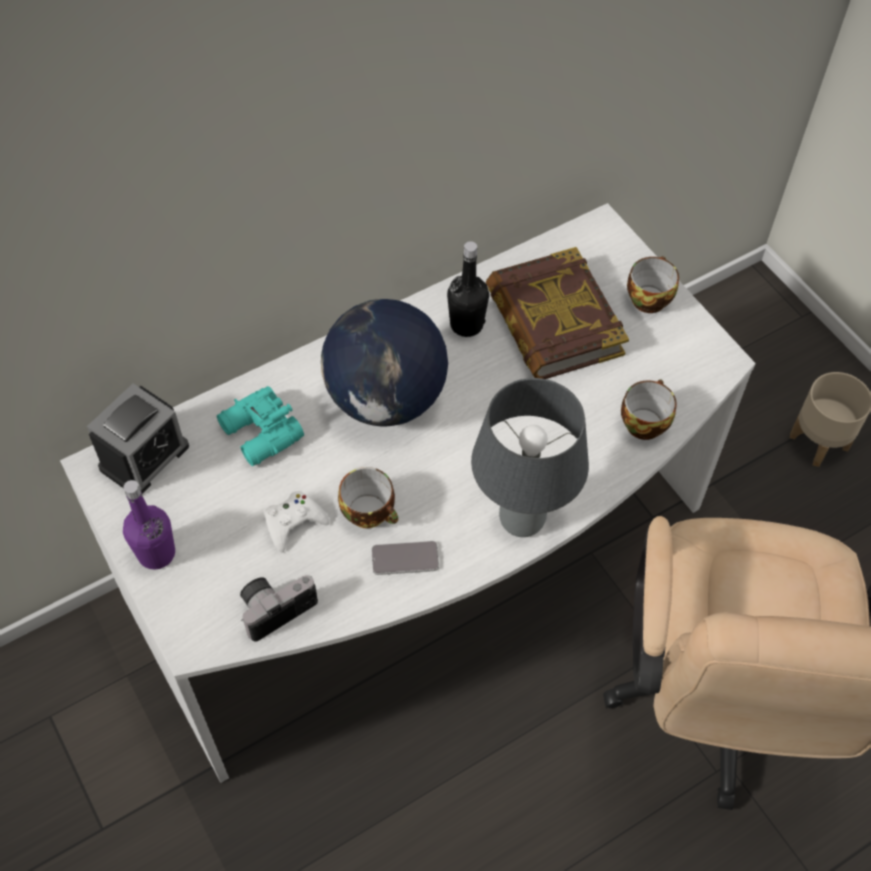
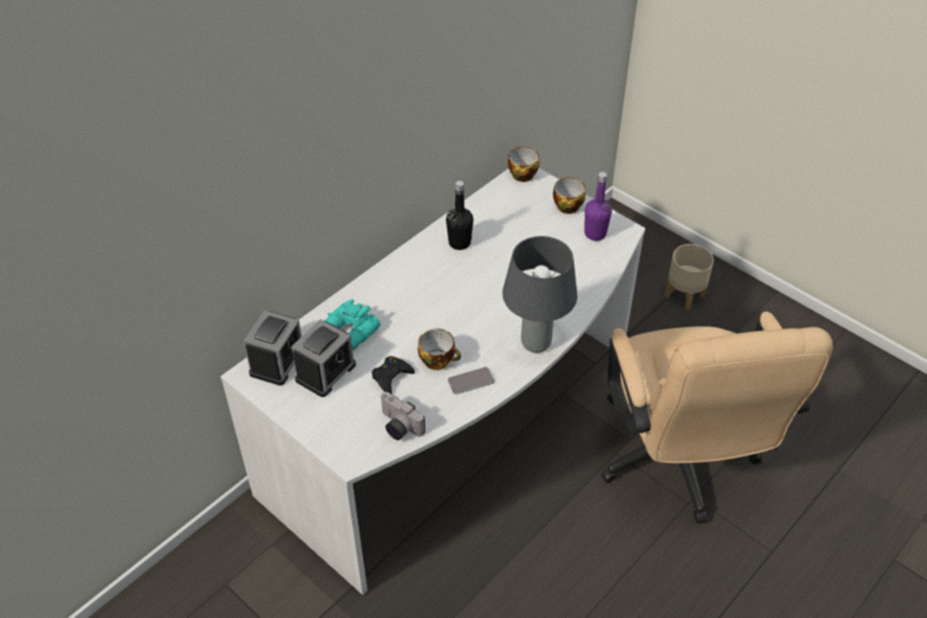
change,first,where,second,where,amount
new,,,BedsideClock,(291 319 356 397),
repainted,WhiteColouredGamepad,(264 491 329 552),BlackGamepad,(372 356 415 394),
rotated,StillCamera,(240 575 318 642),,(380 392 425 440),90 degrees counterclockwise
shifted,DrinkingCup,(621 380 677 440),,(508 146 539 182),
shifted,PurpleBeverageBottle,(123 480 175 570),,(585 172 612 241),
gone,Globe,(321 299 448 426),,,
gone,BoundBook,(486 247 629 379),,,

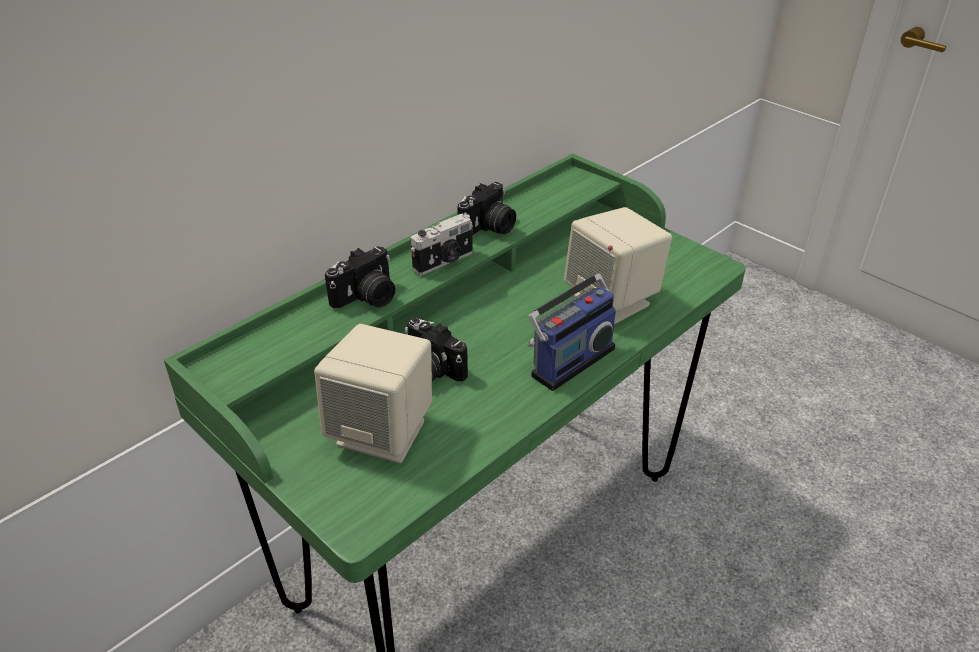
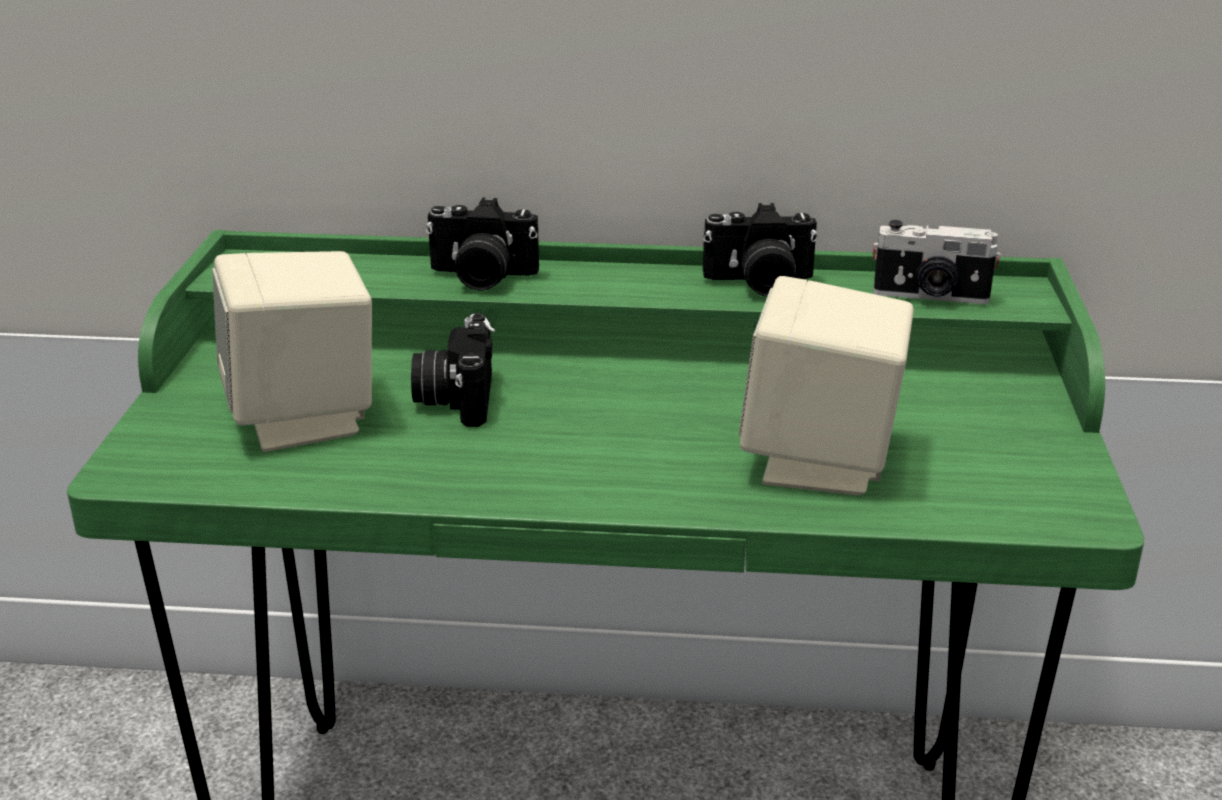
change,first,where,second,where,amount
shifted,StillCamera,(411 214 473 275),,(873 220 1001 304),
gone,Radio,(528 245 616 391),,,

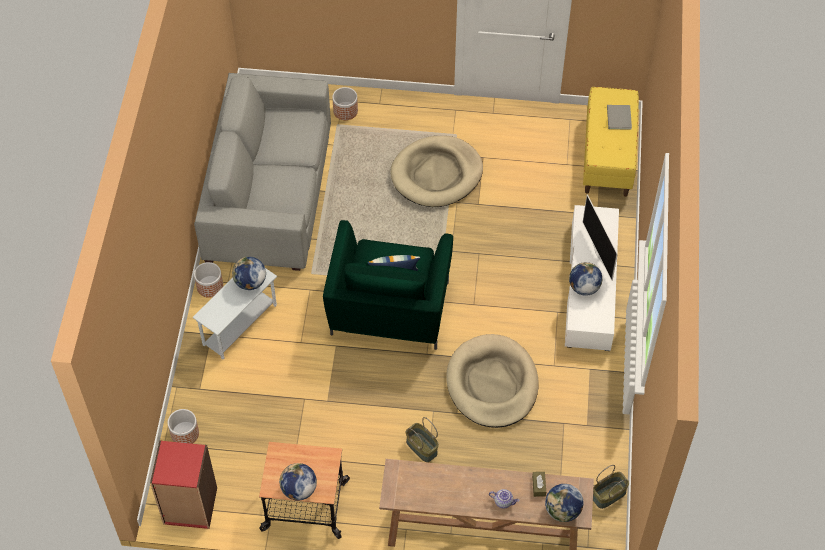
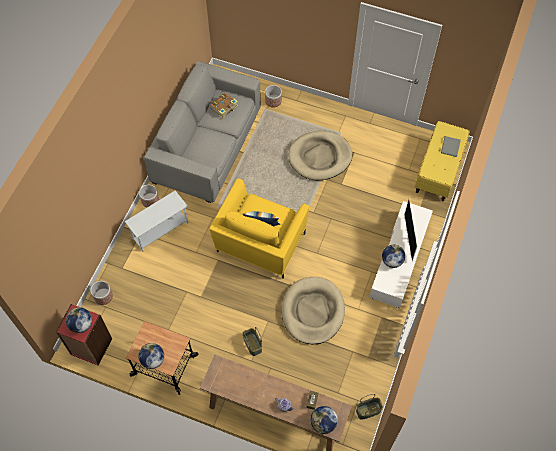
change,first,where,second,where,amount
shifted,Globe,(232 257 266 290),,(66 307 92 333),
new,,,BoundBook,(210 93 238 119),
repainted,GreenArmchair,(323 220 453 350),YellowishArmchair,(210 178 309 279),

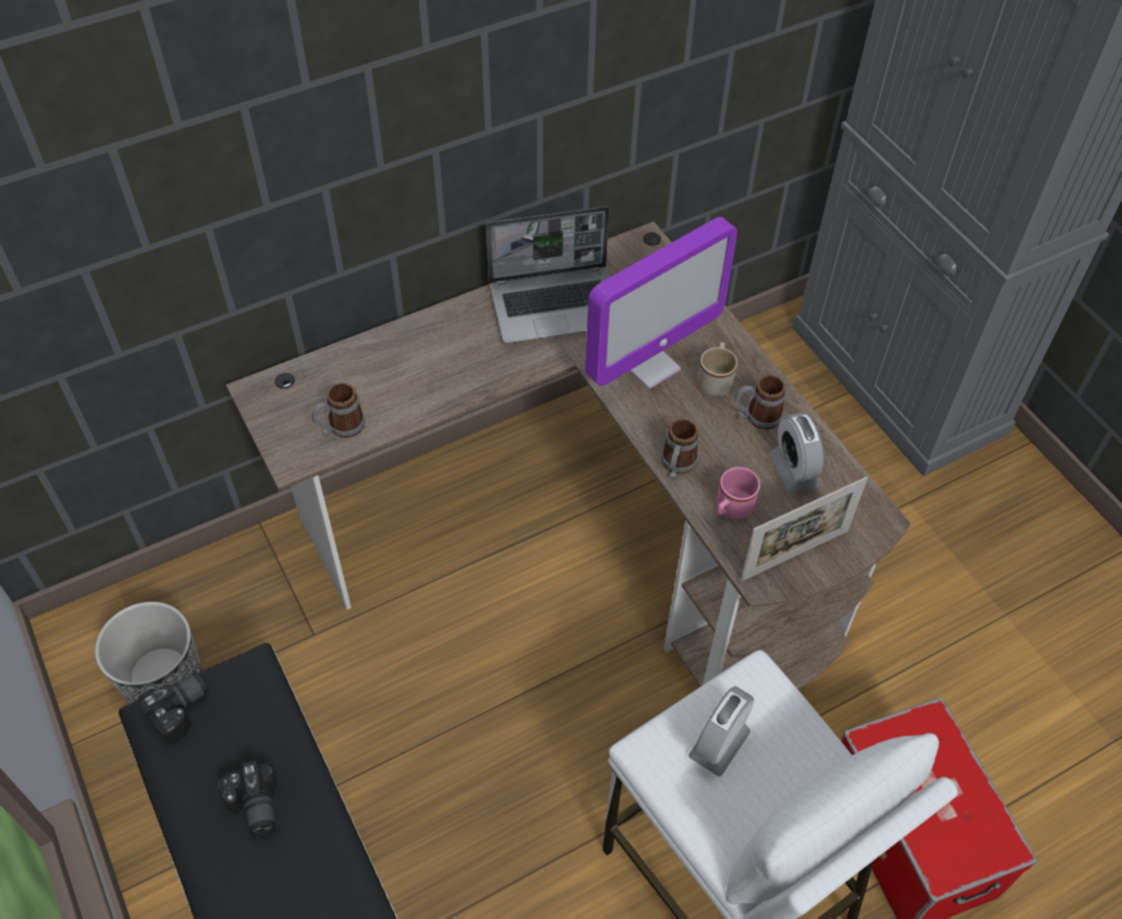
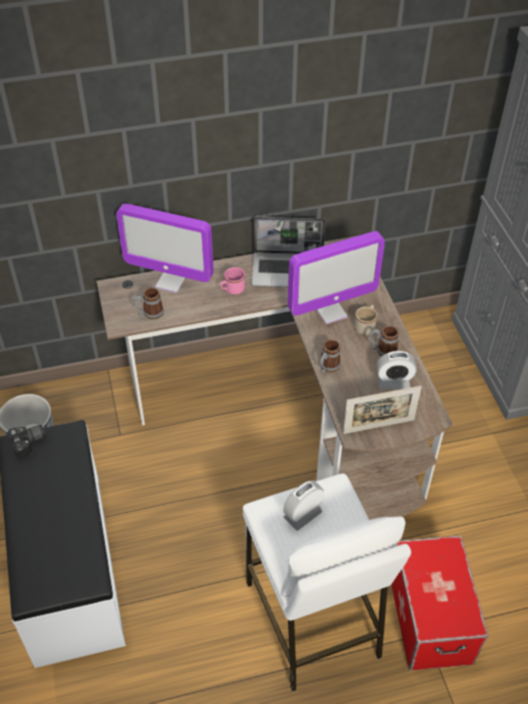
change,first,where,second,where,amount
new,,,Monitor,(116 203 214 293),
shifted,PinkMug,(717 467 760 519),,(220 267 245 295),
rotated,BedsideClock,(770 412 824 494),,(376 351 417 390),90 degrees counterclockwise
gone,StillCamera,(217 760 278 836),,,

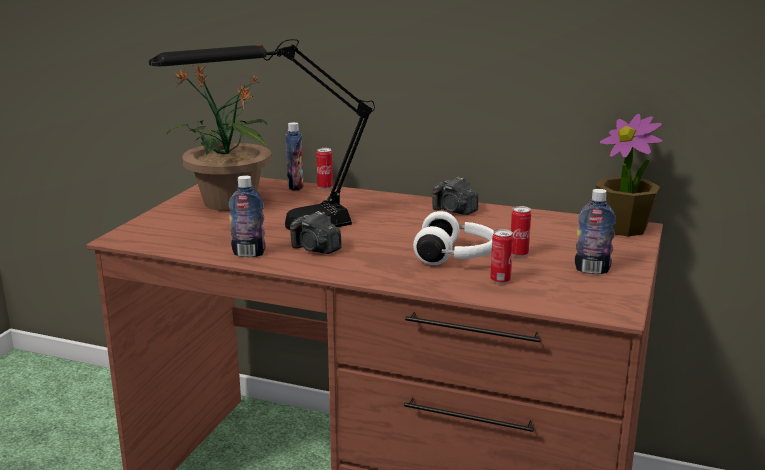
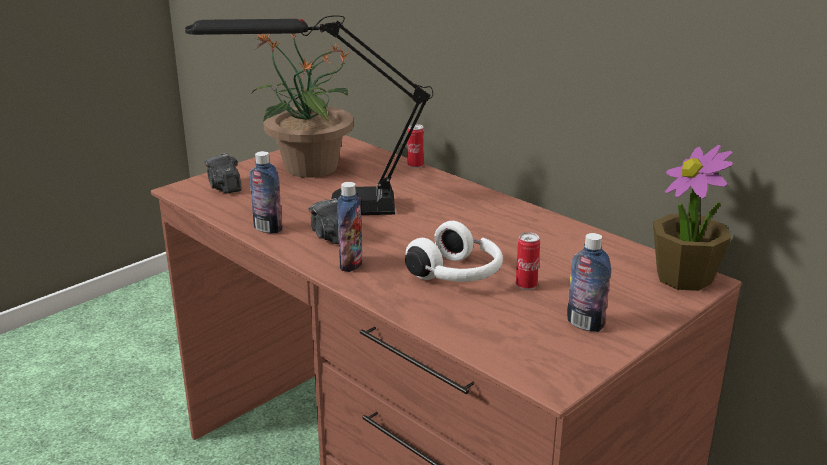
change,first,where,second,where,amount
shifted,StillCamera,(432 177 478 215),,(204 153 242 194),
shifted,BeverageBottle,(286 122 304 191),,(337 182 363 272),
gone,MetalCan,(490 229 513 284),,,

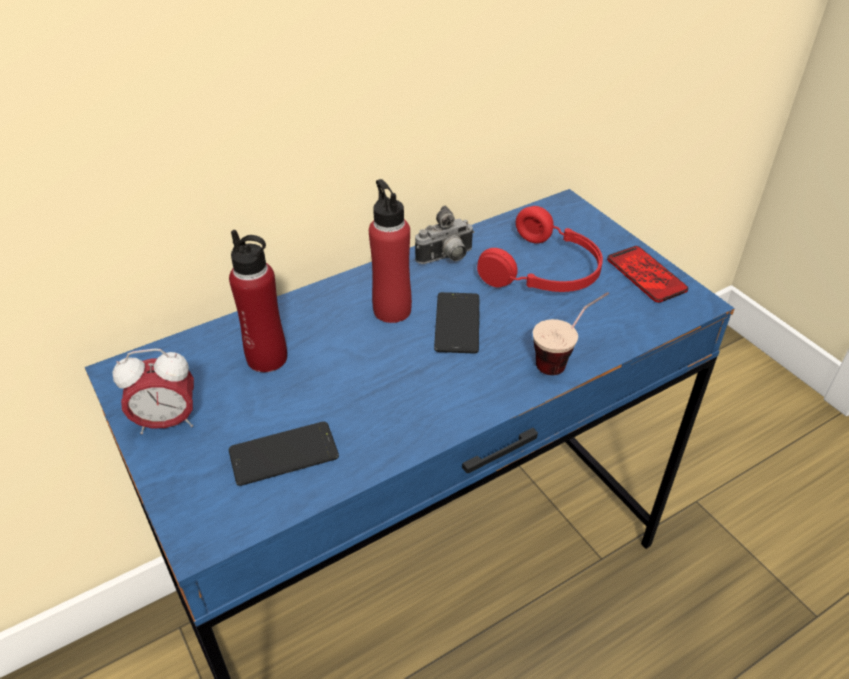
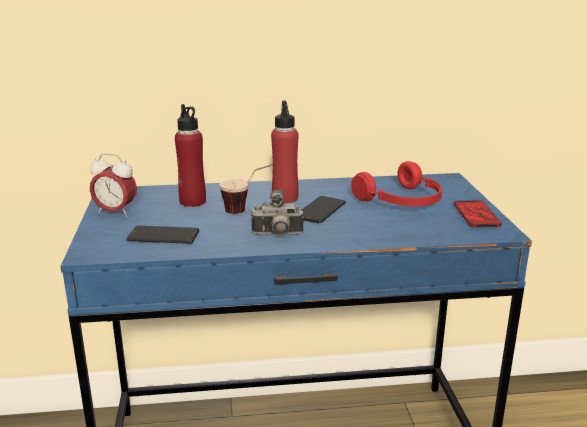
change,first,where,second,where,amount
shifted,DrinkingCup,(533 292 609 375),,(219 164 273 214),
shifted,StillCamera,(415 206 474 264),,(250 190 304 235),

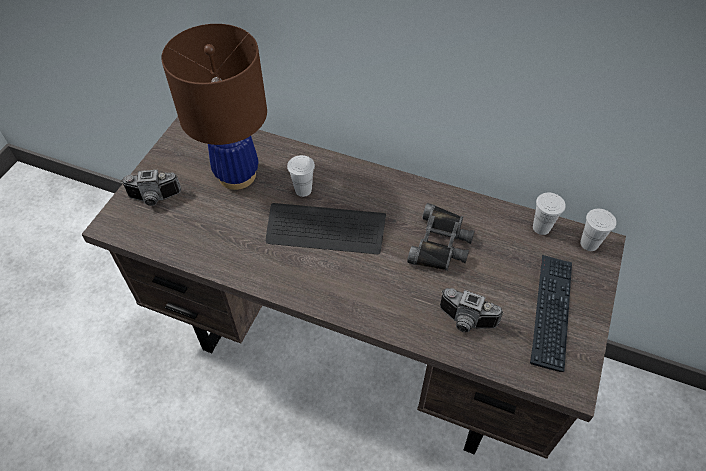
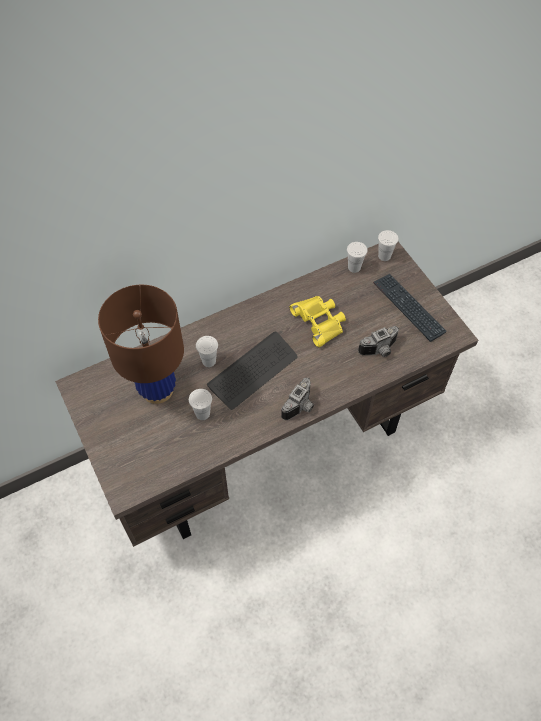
change,first,where,second,where,amount
new,,,WhiteColouredDrinkingCup,(189 389 212 420),
shifted,StillCamera,(121 170 181 206),,(281 378 314 420),
repainted,BlackBinoculars,(407 203 474 271),YellowishBinoculars,(289 296 346 347),

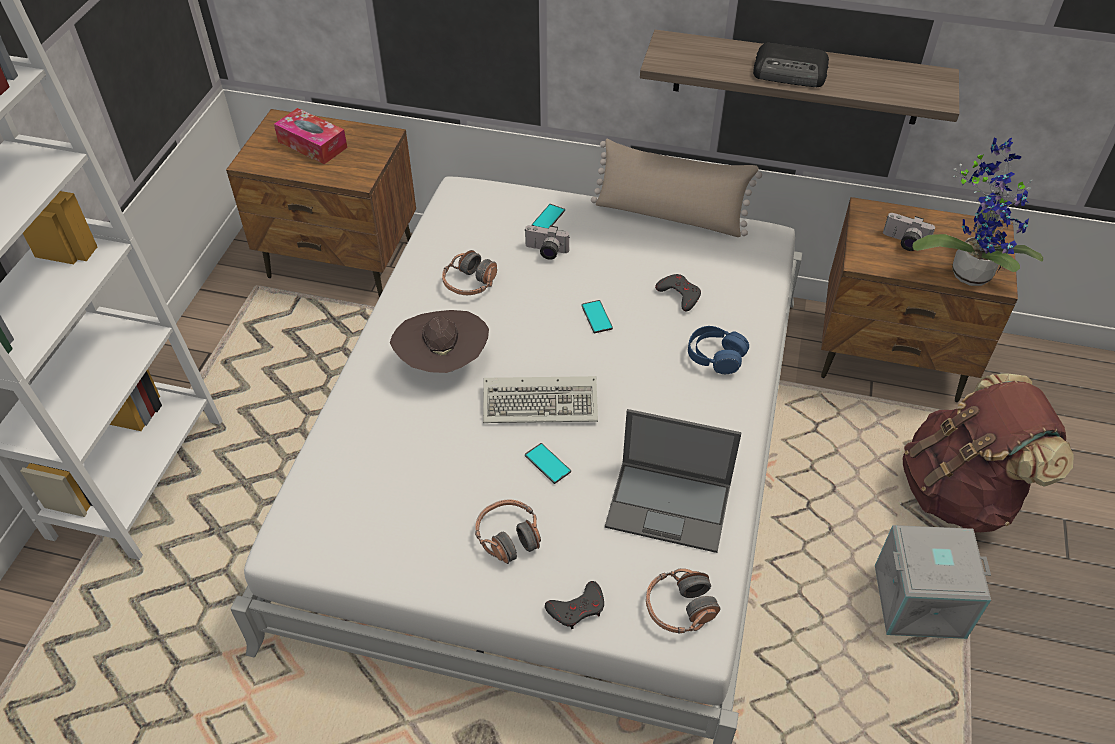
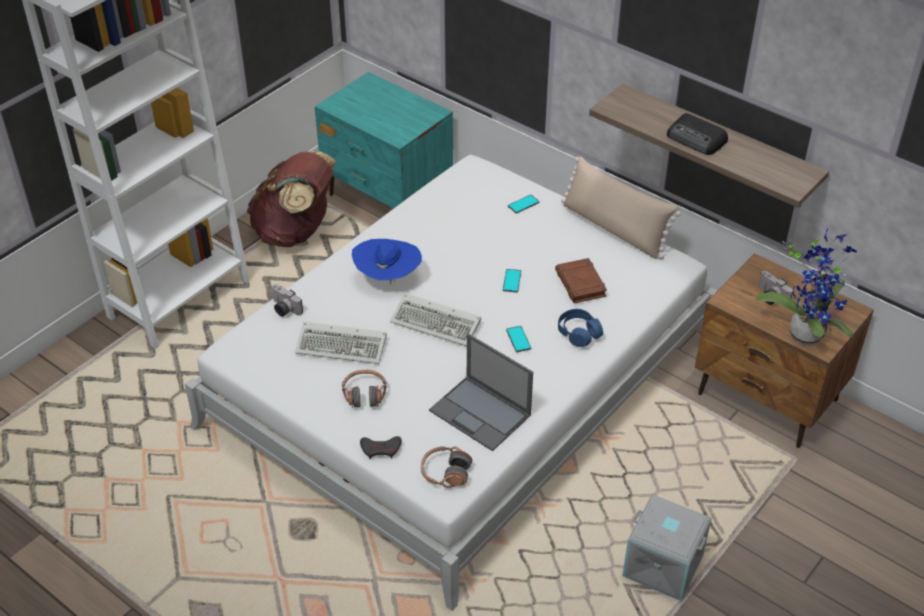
change,first,where,second,where,amount
shifted,BrownBackpack,(903 373 1074 532),,(247 151 336 247),
shifted,StillCamera,(524 225 570 260),,(272 284 303 317),
new,,,Keyboard,(295 322 387 364),
repainted,BrownBedsideTable,(226 109 416 297),BlueGreenBedsideTable,(315 72 453 208),
repainted,BrownHat,(390 310 489 373),BlueHat,(352 239 422 285),
shifted,Handset,(525 443 571 484),,(506 326 531 352),
swapped,GreyishGamepad,(655 274 701 311),BrownBoundBook,(555 258 607 303),
gone,TissueHolder,(274 108 347 164),,,
gone,Headset,(442 250 497 295),,,

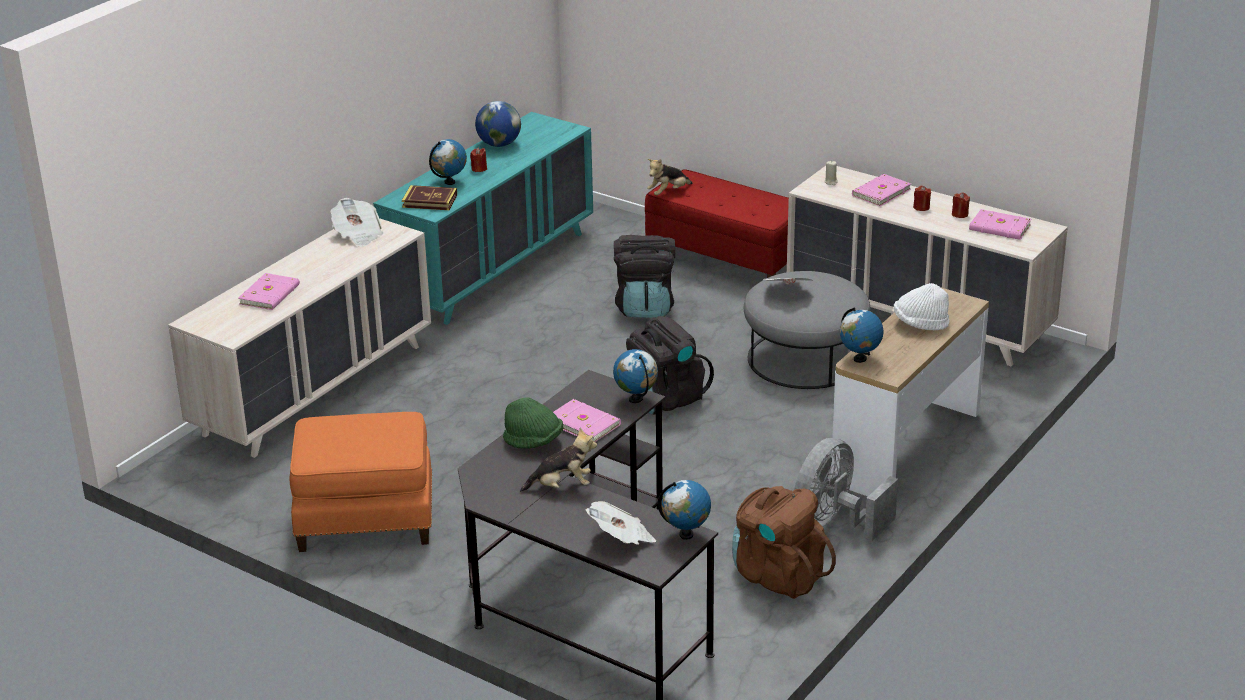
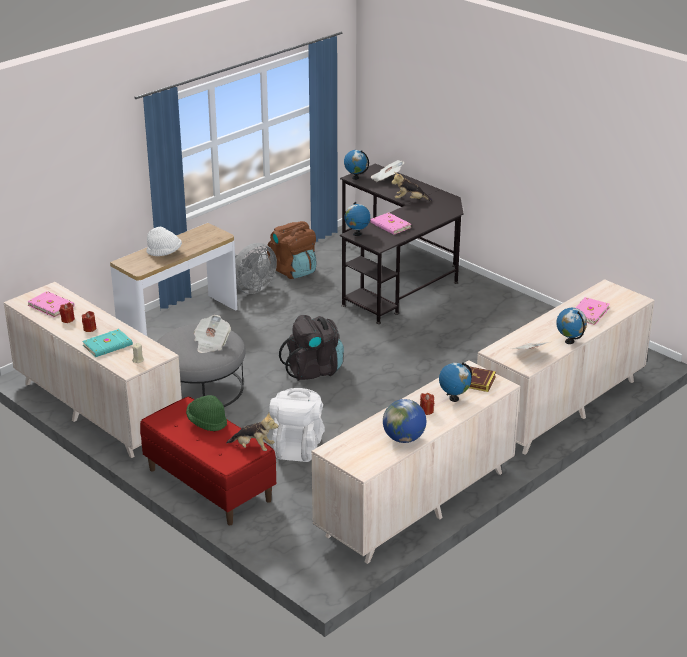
change,first,where,second,where,amount
repainted,PinkBoundBook,(852 174 911 206),BlueGreenBoundBook,(82 329 133 357),
shifted,GreenHat,(503 397 564 449),,(186 395 227 431),
rotated,SoftToy,(647 159 693 195),,(226 413 279 451),45 degrees clockwise
repainted,BlackBackpack,(614 235 675 318),WhiteColouredBackpack,(269 388 325 462),
repainted,BlueGreenChestOfDrawers,(373 112 593 325),BeigeColouredChestOfDrawers,(312 360 520 564),
shifted,Globe,(840 307 883 363),,(556 308 587 344),
gone,OrangeOttoman,(290 412 432 552),,,

